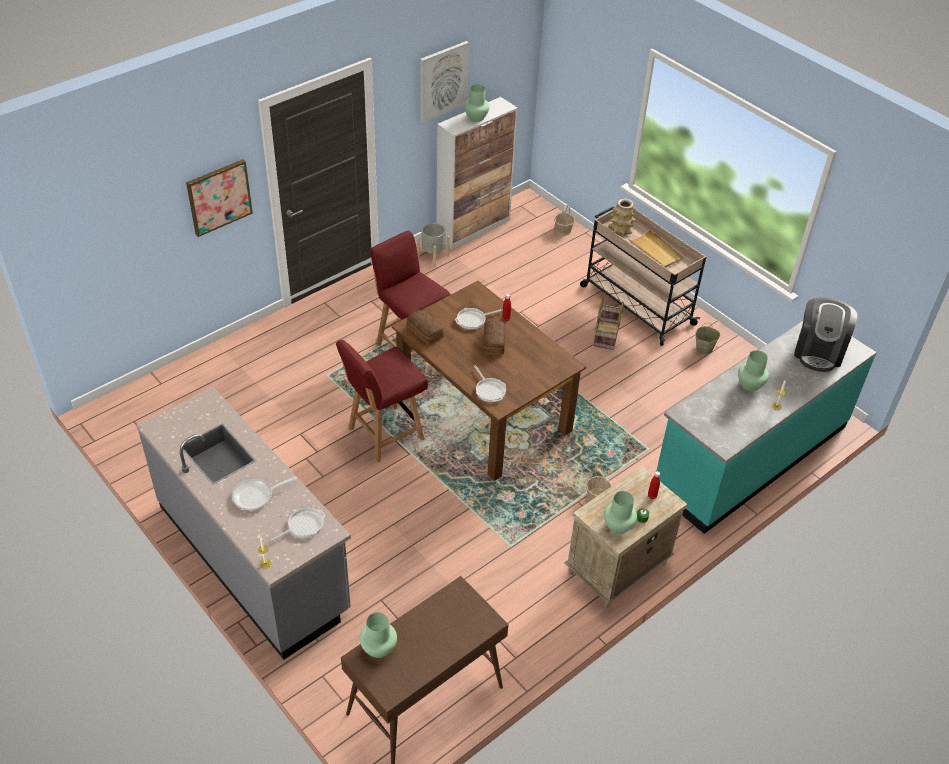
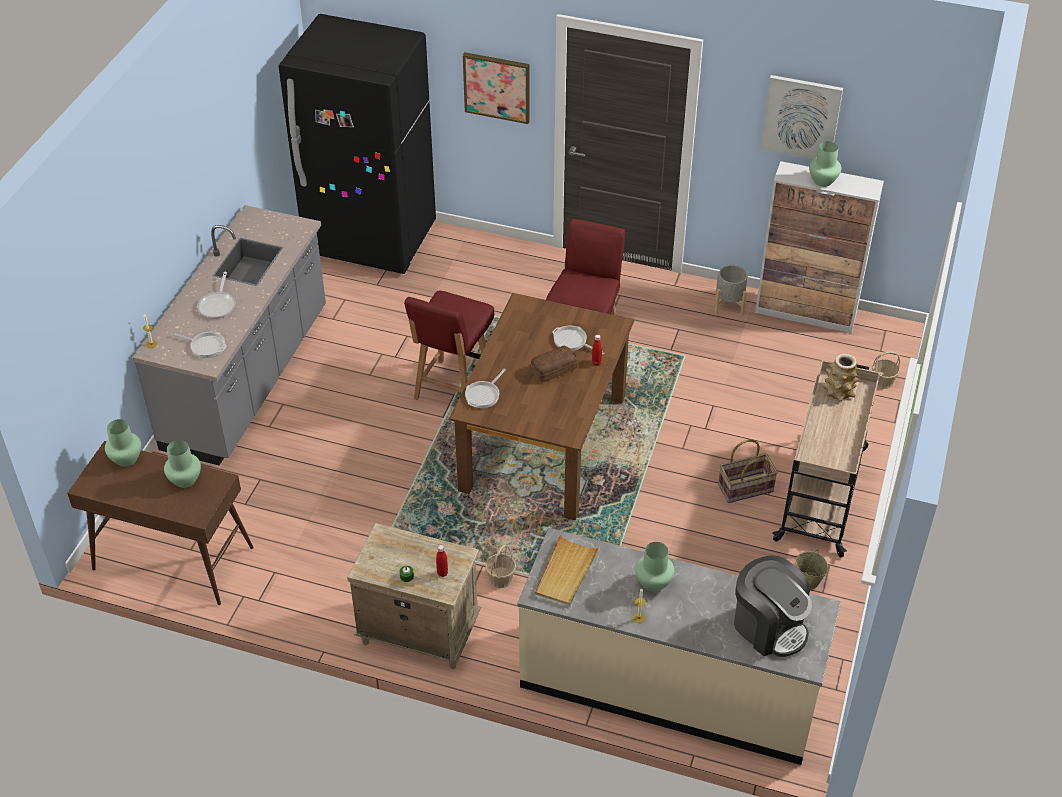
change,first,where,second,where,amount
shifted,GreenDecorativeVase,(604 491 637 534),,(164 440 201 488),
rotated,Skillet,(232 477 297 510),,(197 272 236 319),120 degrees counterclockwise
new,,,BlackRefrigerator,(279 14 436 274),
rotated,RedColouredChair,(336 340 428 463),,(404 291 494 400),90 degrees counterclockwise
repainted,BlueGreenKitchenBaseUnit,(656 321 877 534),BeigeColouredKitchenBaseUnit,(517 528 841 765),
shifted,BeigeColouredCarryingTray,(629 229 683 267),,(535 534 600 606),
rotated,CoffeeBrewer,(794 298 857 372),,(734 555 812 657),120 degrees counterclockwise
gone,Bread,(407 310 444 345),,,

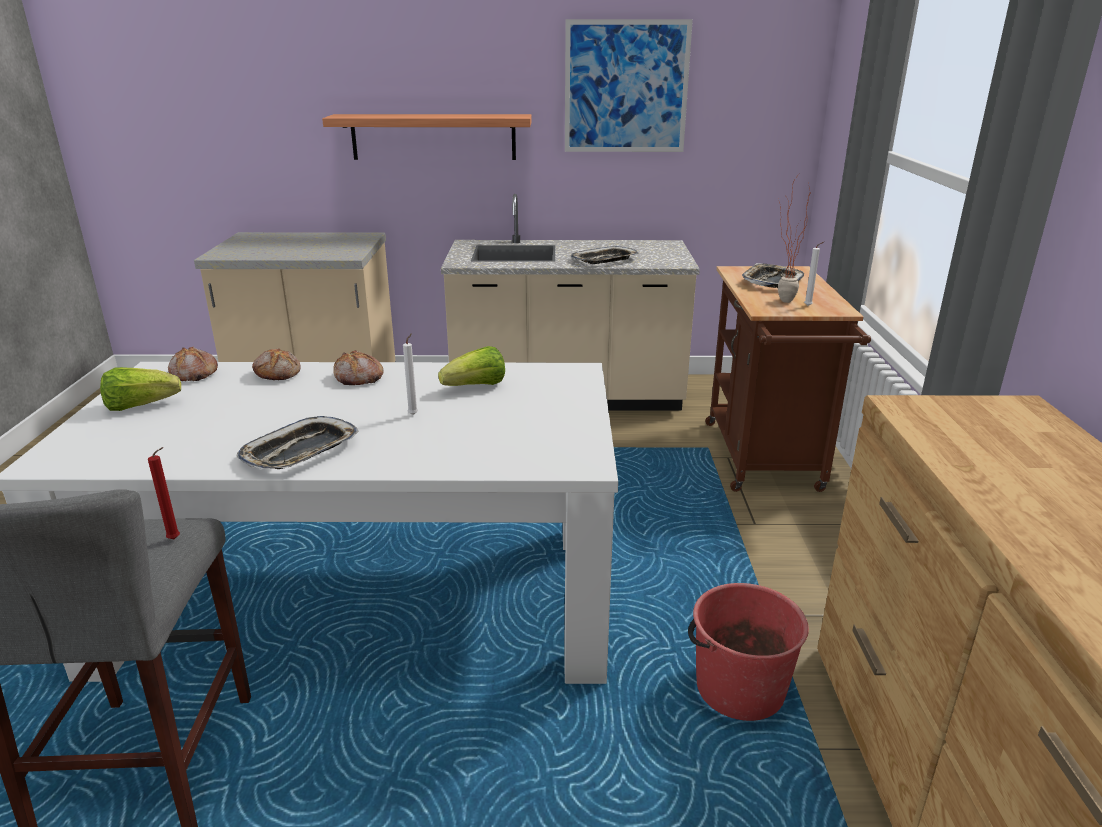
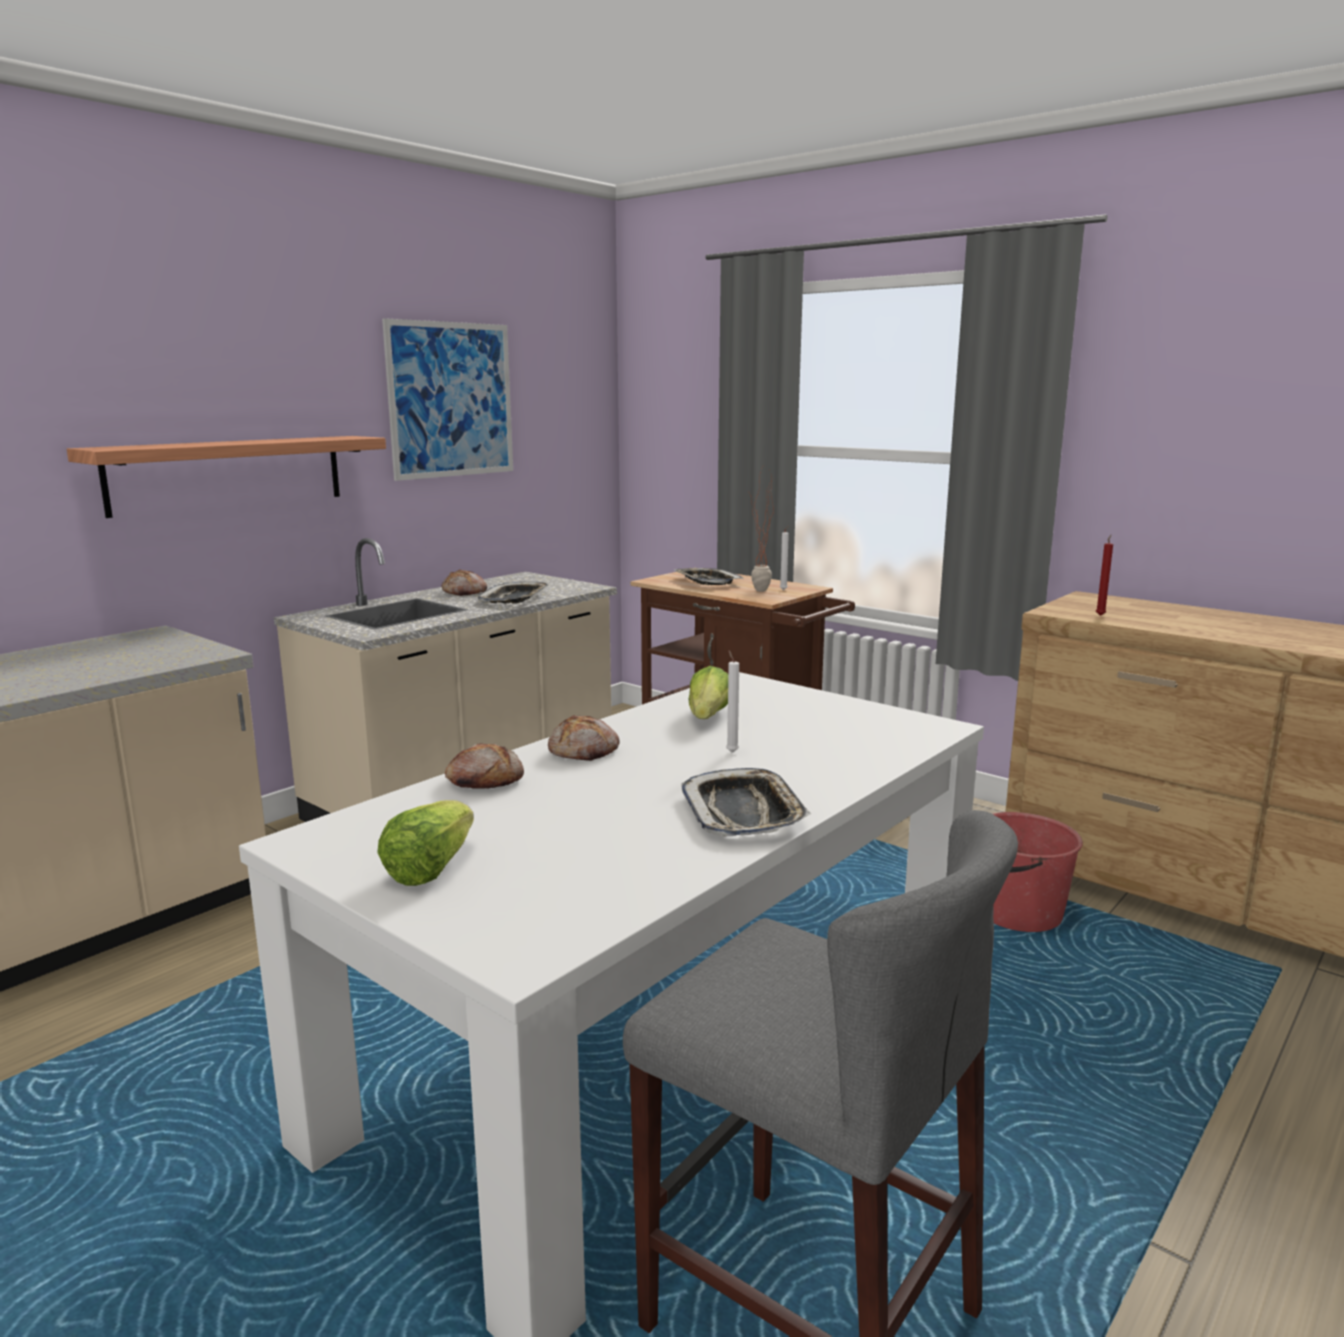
change,first,where,second,where,amount
shifted,Bread,(168 346 218 381),,(442 569 487 596),
shifted,RedColouredWaxCandle,(148 447 180 539),,(1096 535 1113 616),

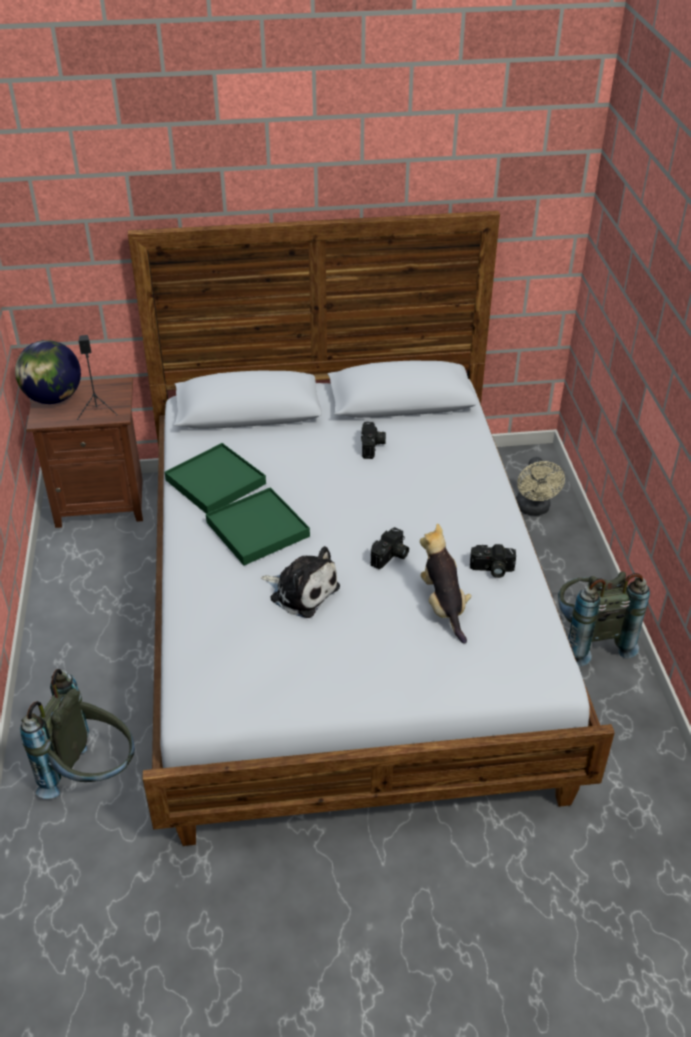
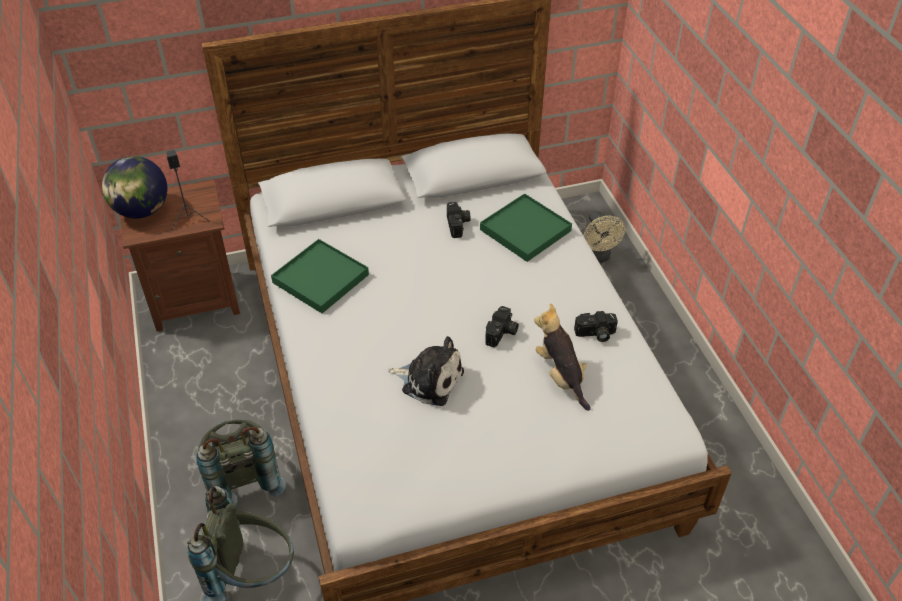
change,first,where,second,where,amount
shifted,GreyishBackpack,(558 571 650 666),,(196 419 286 505),
shifted,GreenCarryingTray,(206 487 310 565),,(480 193 572 262),

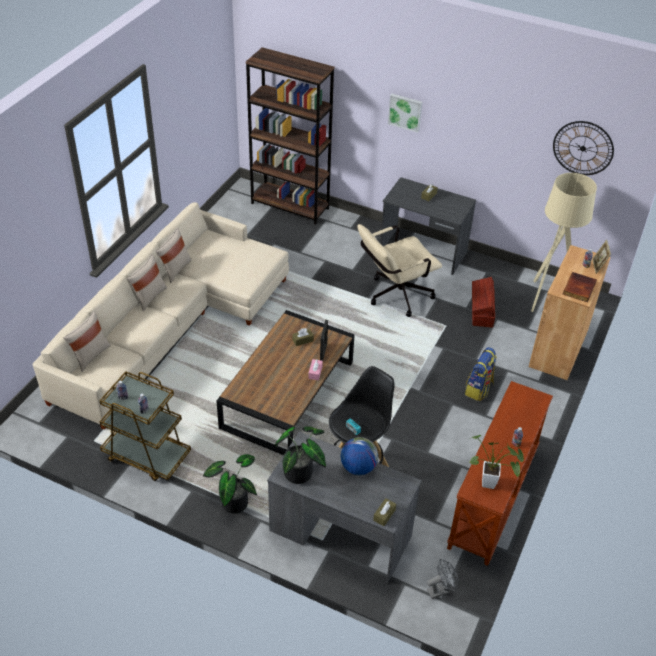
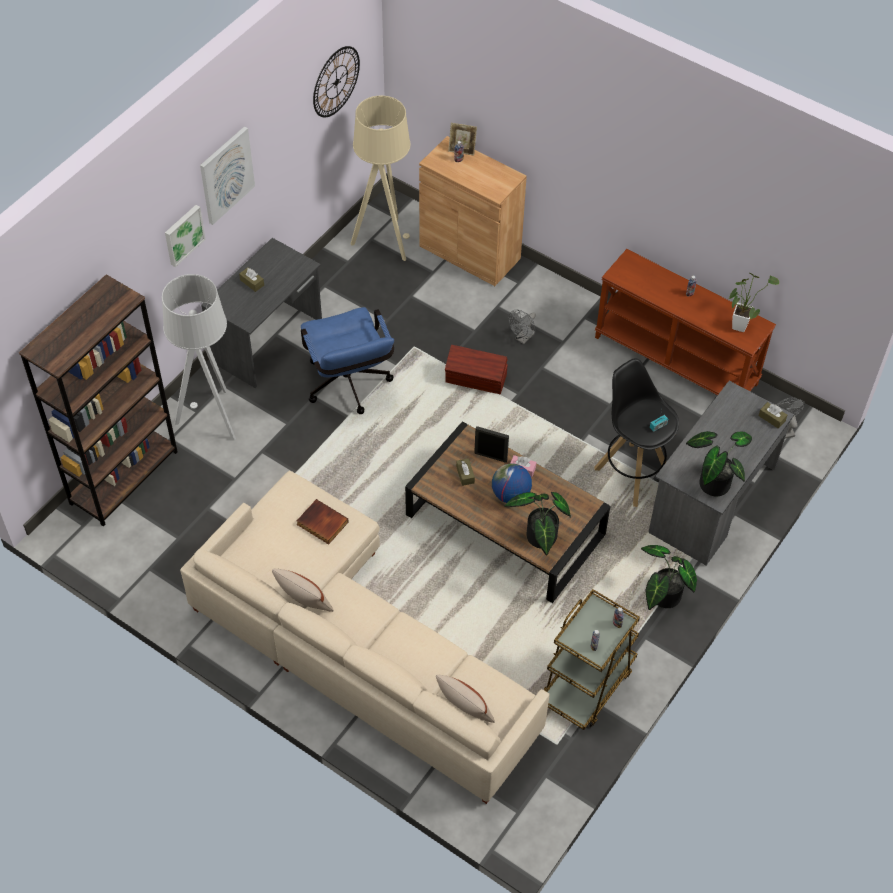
change,first,where,second,where,amount
new,,,GreyishStandingLamp,(162 274 236 440),
new,,,Picture,(200 126 255 225),
shifted,BoundBook,(563 272 597 302),,(297 499 349 545),
repainted,BeigeColouredComputerChair,(358 224 442 317),BlueComputerChair,(301 307 394 414),
shifted,BrownStorageContainer,(472 277 495 328),,(445 345 508 394),
shifted,Globe,(341 437 378 475),,(492 463 532 503),
new,,,PlantInAPot,(504 492 571 556),
swapped,Backpack,(465 347 497 401),GreyishCoolingFan,(508 310 536 344),
gone,BeigeColouredCushion,(127 255 167 311),,,

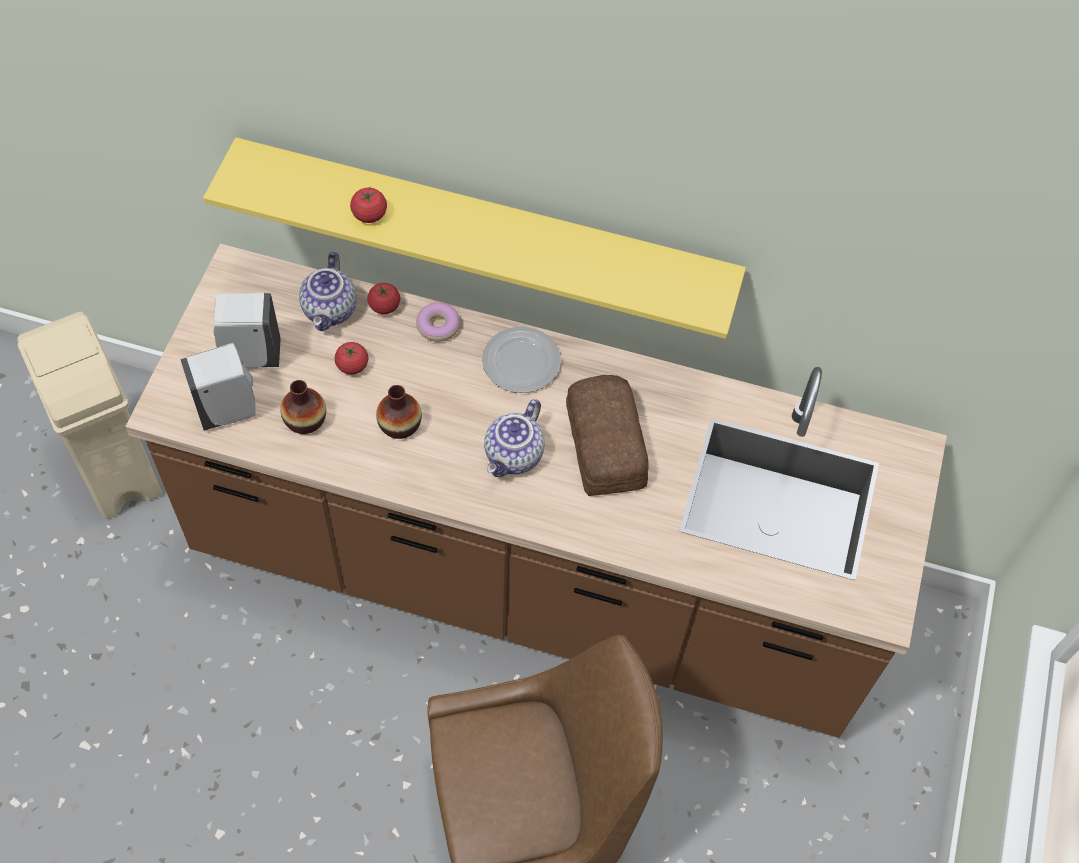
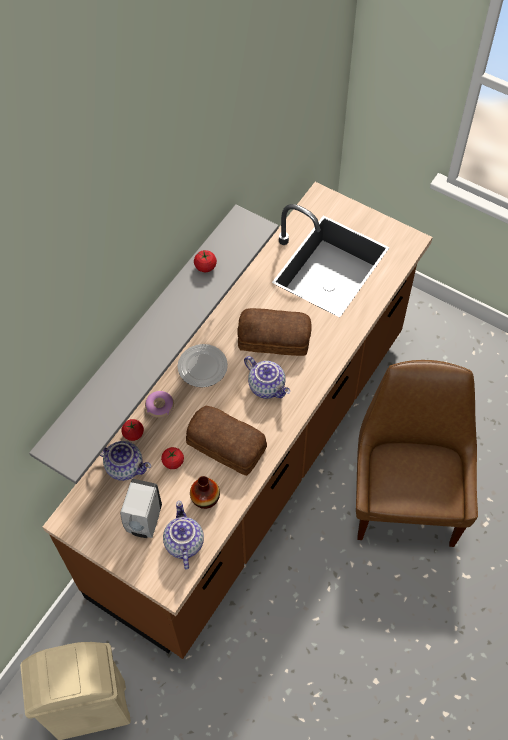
change,first,where,second,where,amount
repainted,YellowishShelf,(203 137 746 339),GreyishShelf,(29 204 278 484),
swapped,WhiteColouredLiquidSoapBottle,(180 343 256 431),TeaPot,(163 501 204 570),
swapped,DecorativeVase,(376 385 422 439),Bread,(186 406 267 476),
shifted,Tomato,(350 187 387 223),,(194 250 217 272),

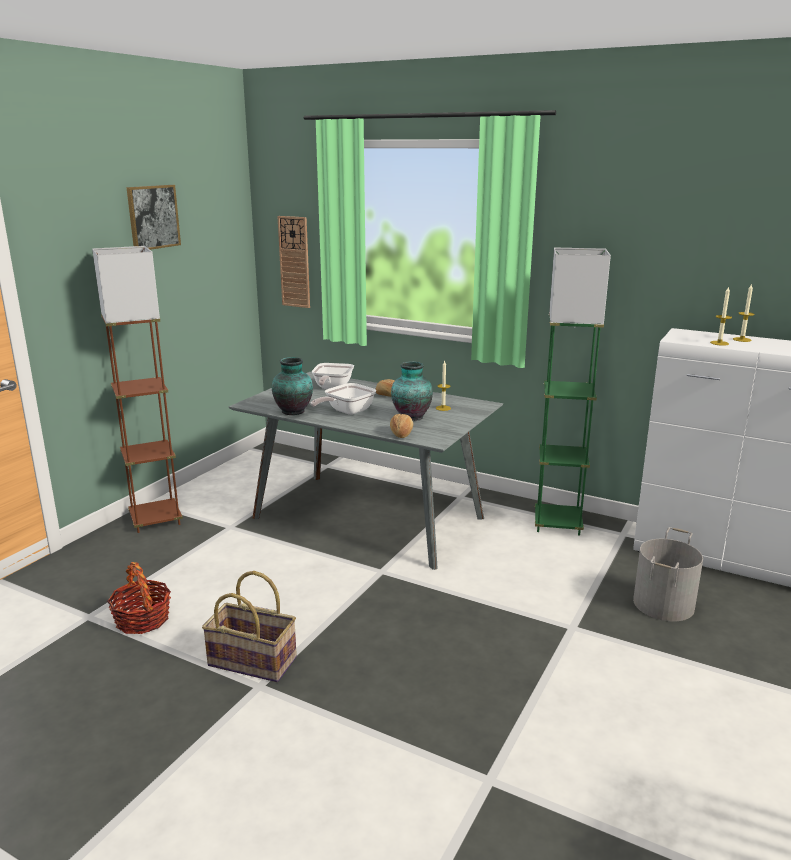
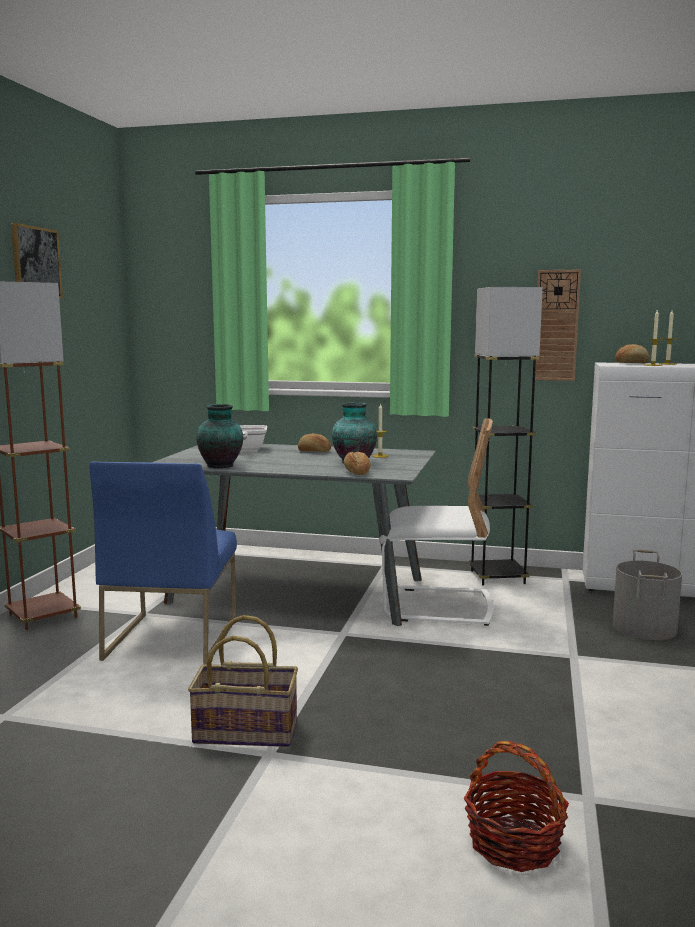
change,first,where,second,where,amount
new,,,BlueChair,(89 461 237 664),
new,,,WhiteColouredChair,(379 418 494 626),
shifted,Basket,(107 562 171 634),,(464 741 569 872),
repainted,GreenStandingLamp,(535 248 611 536),GreyishStandingLamp,(468 287 543 586),
shifted,WallClock,(277 216 310 308),,(535 270 581 381),
new,,,Bread,(615 344 650 363),
gone,Skillet,(311 383 377 415),,,

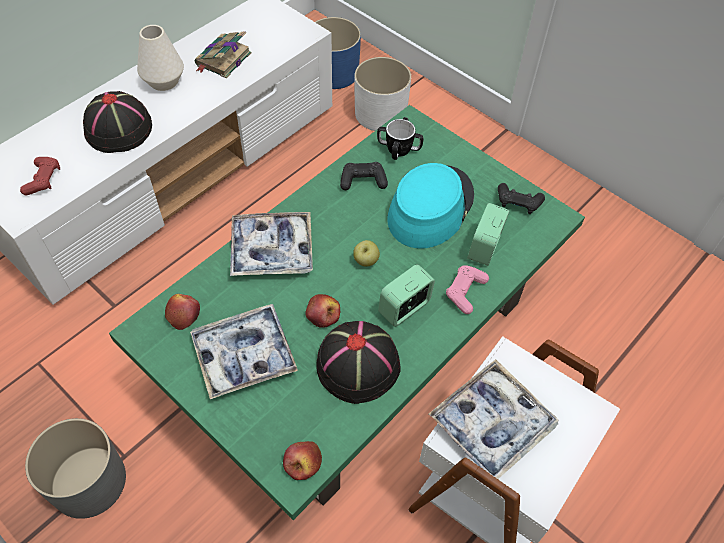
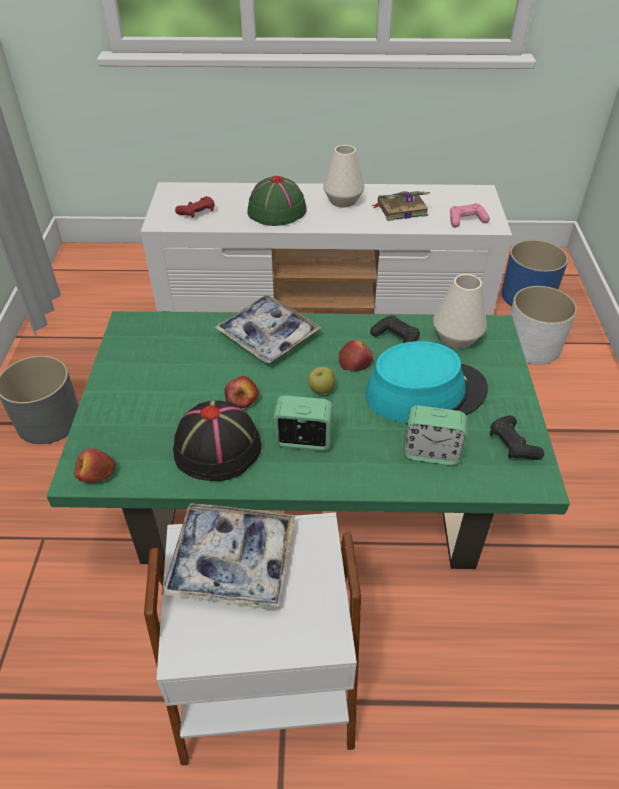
change,first,where,second,where,amount
repainted,BlackHat,(83 91 152 153),GreenHat,(247 176 307 226),
shifted,Apple,(165 294 200 330),,(339 340 373 371),
rotated,BedsideClock,(467 203 509 266),,(403 405 467 466),150 degrees counterclockwise
swapped,Mug,(377 117 424 160),WhiteColouredDecorativeVase,(433 274 487 349),
shifted,PinkGamepad,(446 265 489 314),,(450 203 490 227),
gone,CarryingTray,(190 304 298 399),,,

